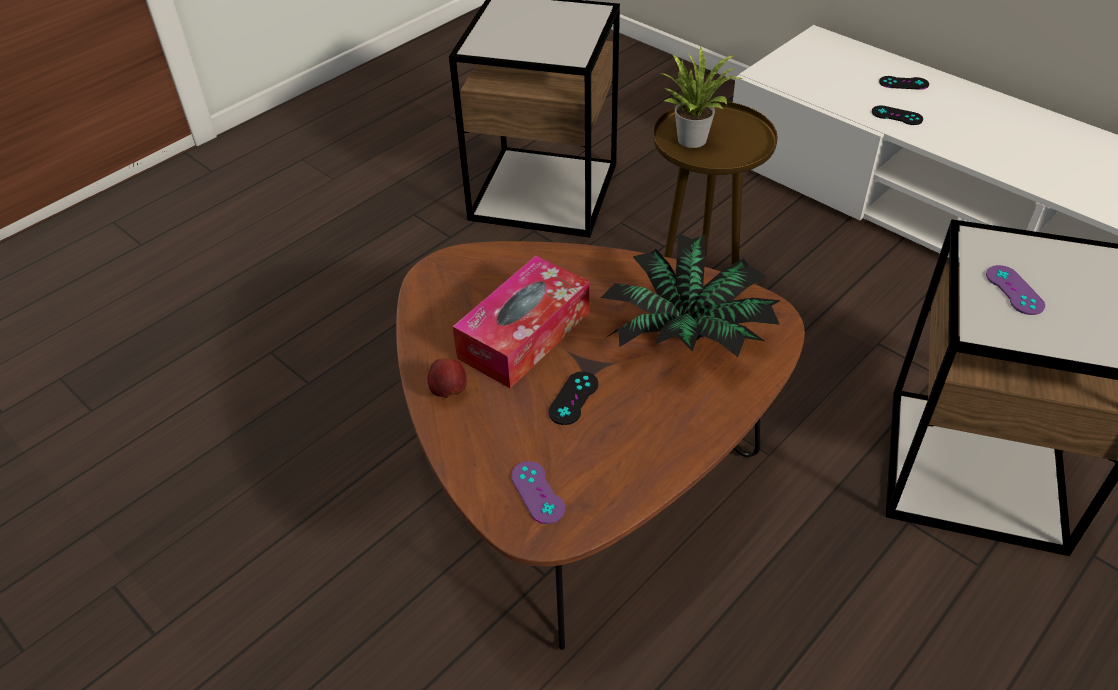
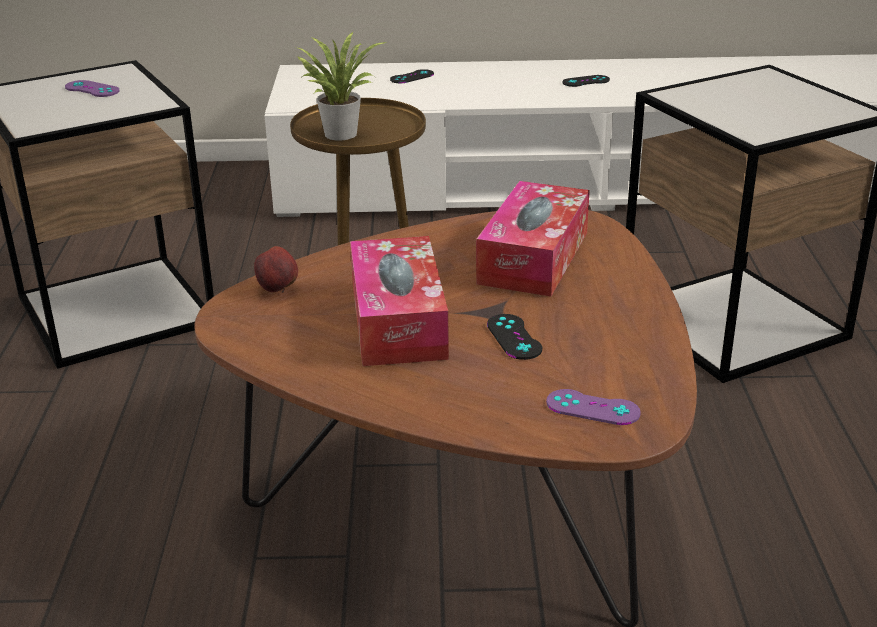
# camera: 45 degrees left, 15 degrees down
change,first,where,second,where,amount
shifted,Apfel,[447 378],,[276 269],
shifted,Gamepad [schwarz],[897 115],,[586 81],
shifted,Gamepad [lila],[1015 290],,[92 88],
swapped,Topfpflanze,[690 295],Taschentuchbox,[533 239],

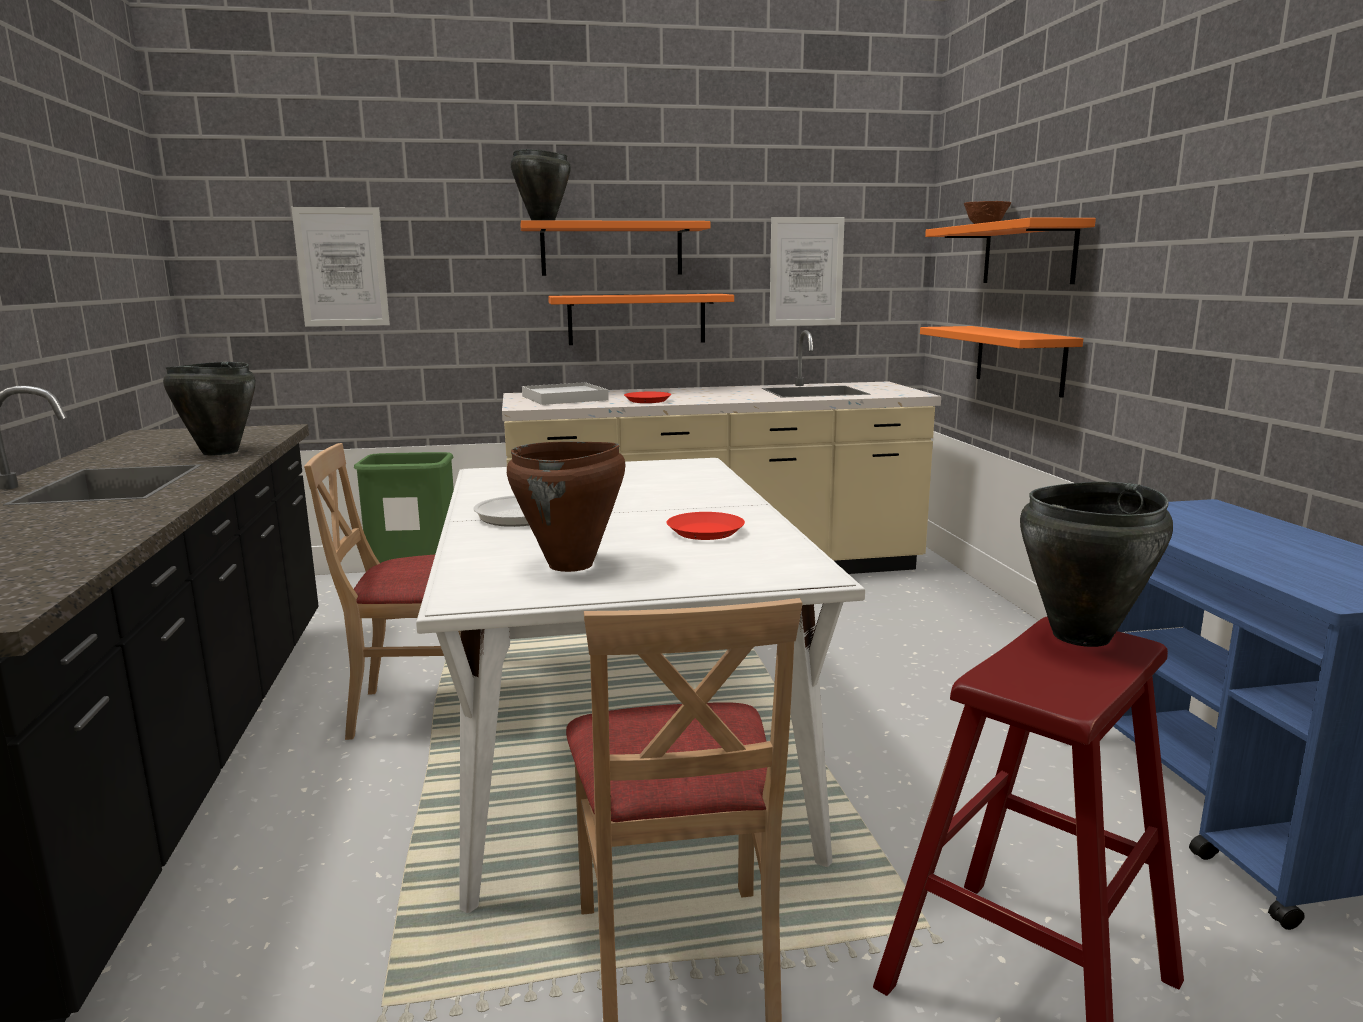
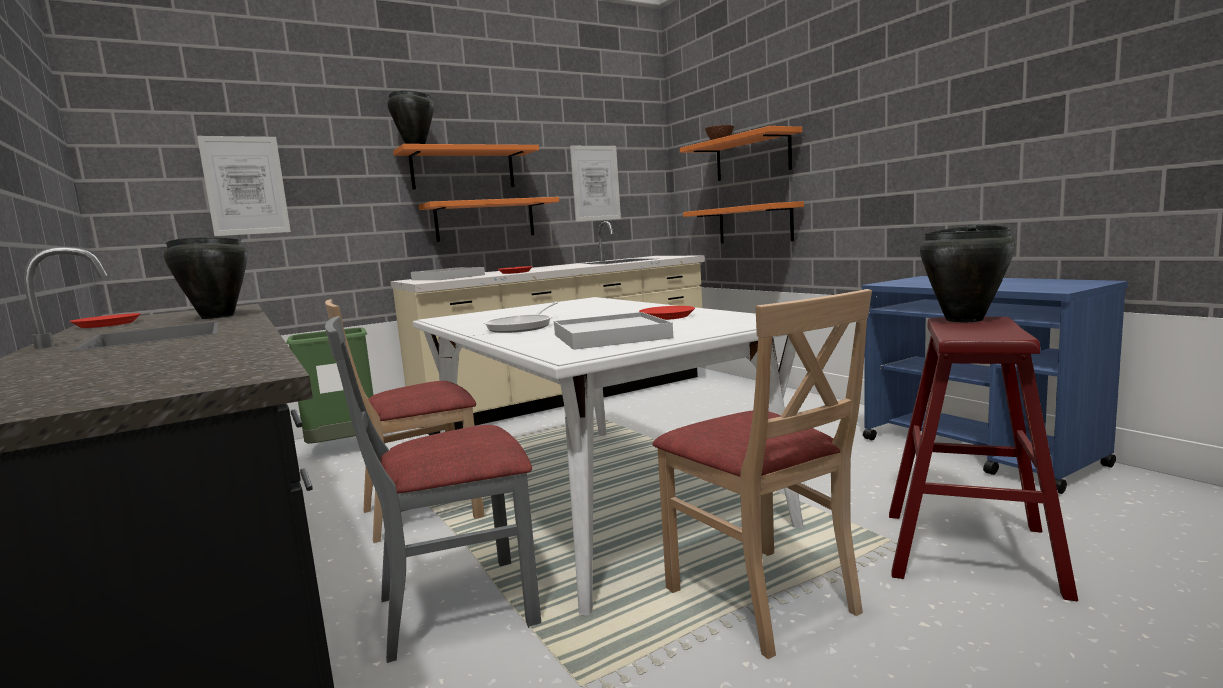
# camera: 20 degrees left, 5 degrees down
change,first,where,second,where,amount
new,,,Teller [rot],[105 320],
new,,,Stuhl [grau],[433 489],
swapped,Kochtopf [braun],[566 506],Tablett [weiß],[613 331],

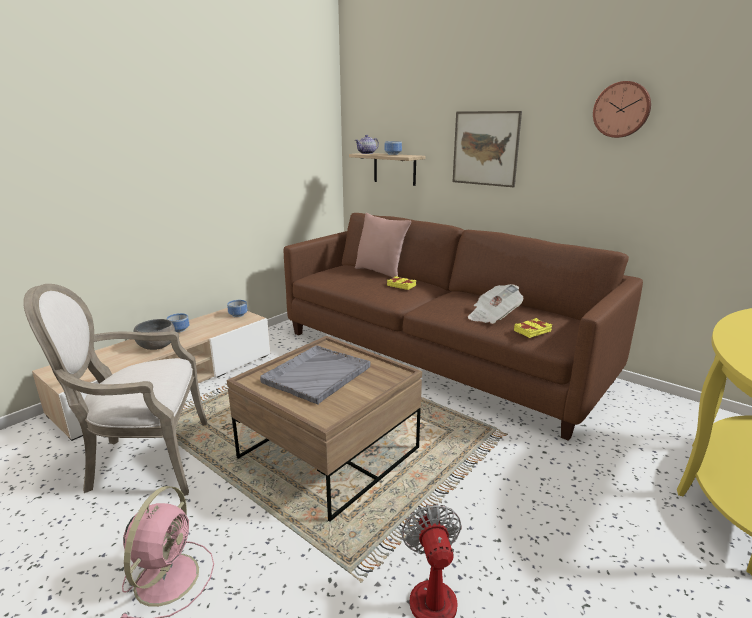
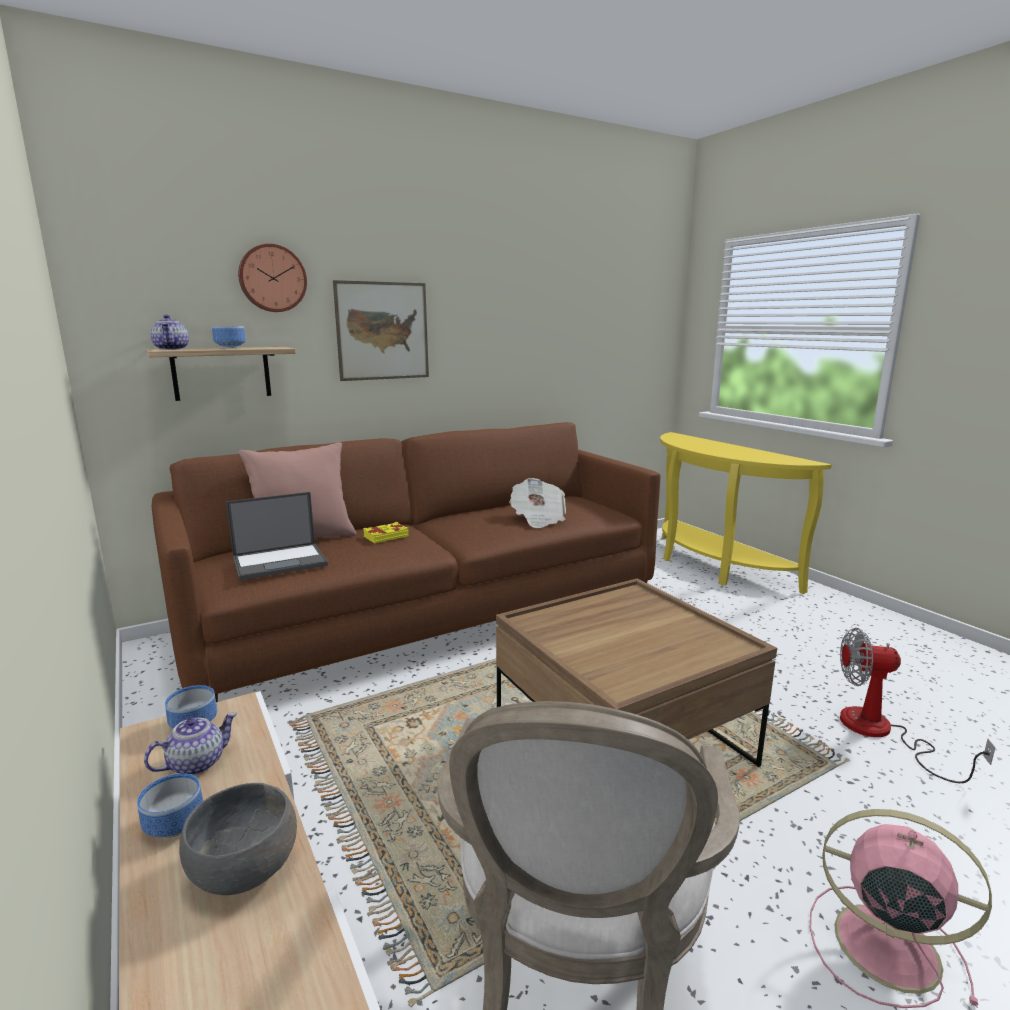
# camera: 70 degrees left, 5 degrees down
change,first,where,second,where,amount
gone,Tablett [grau],[315 374],,,
gone,Buch [gelb],[533 328],,,
new,,,Teekanne,[190 744],
new,,,Laptop,[277 536],
shifted,Wanduhr,[622 109],,[272 277],

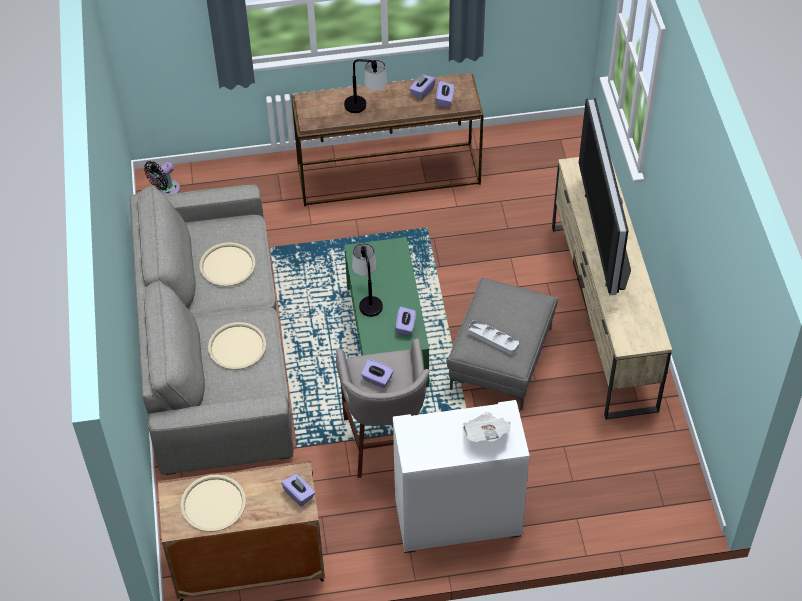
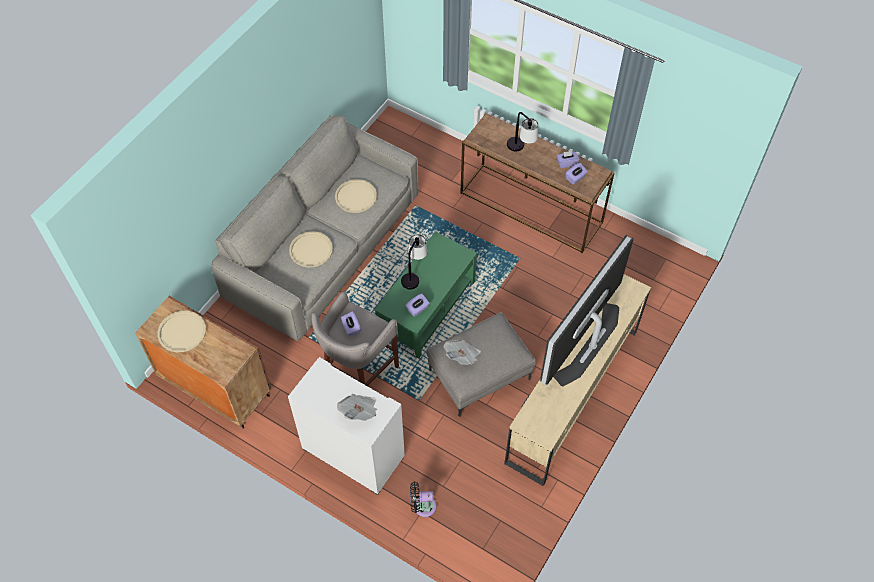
# camera: 40 degrees right, 5 degrees up
change,first,where,second,where,amount
gone,Taschentuchbox [lila],[298 490],,,
shifted,Ventilator [schwarz],[162 178],,[423 499],
swapped,Tablett [grau],[493 337],Zeitung,[462 352],

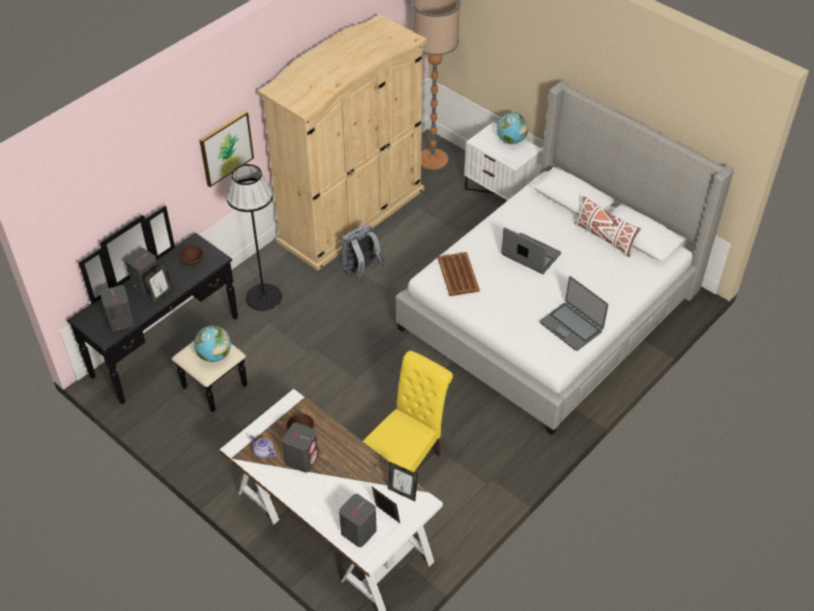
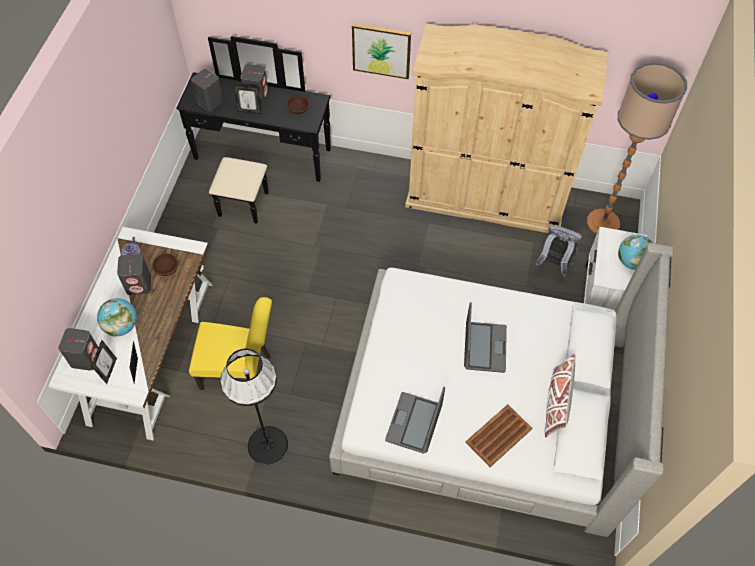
# camera: 60 degrees right, 10 degrees up
change,first,where,second,where,amount
shifted,Globus,[212 344],,[117 317],
shifted,Stehlampe [schwarz],[254 237],,[254 407],
shifted,Rucksack [grau],[363 251],,[558 251],
shifted,Tablett [braun],[459 274],,[498 436],

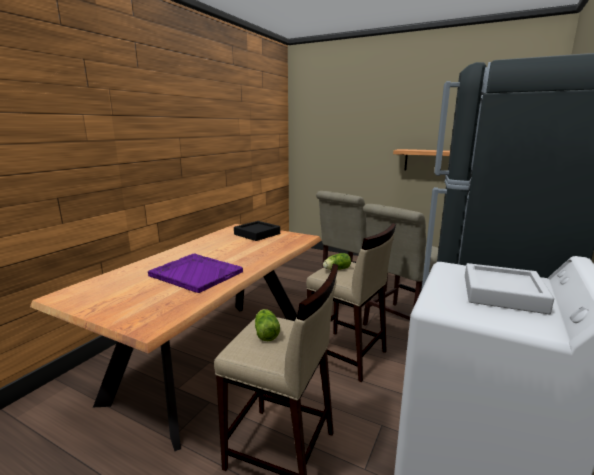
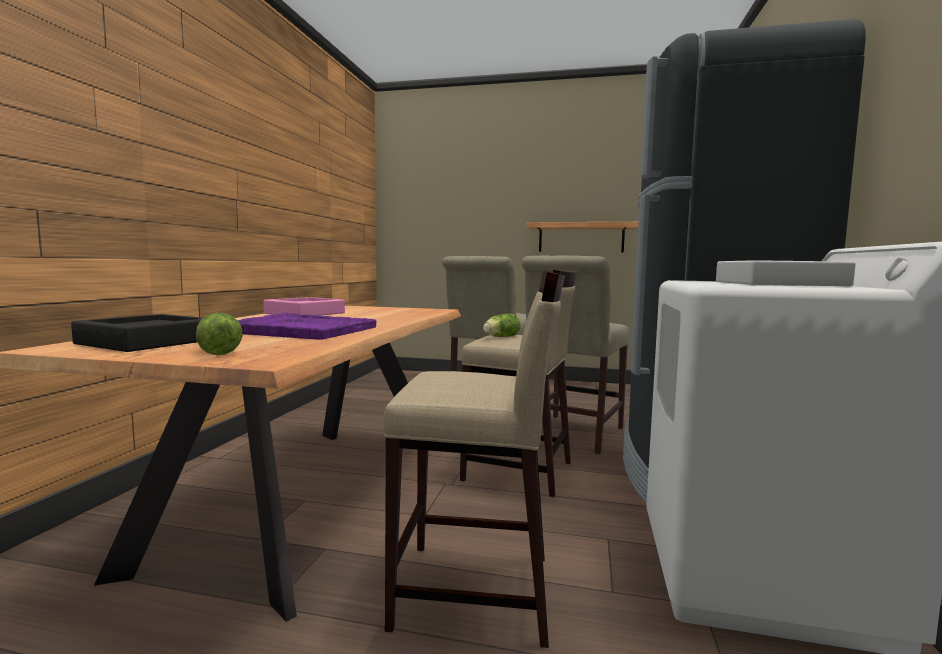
# camera: 15 degrees left, 10 degrees down
change,first,where,second,where,amount
new,,,Tablett [rosa],[304 306],
shifted,Tablett [schwarz],[257 231],,[137 333],
shifted,Salatkopf,[267 325],,[219 334],

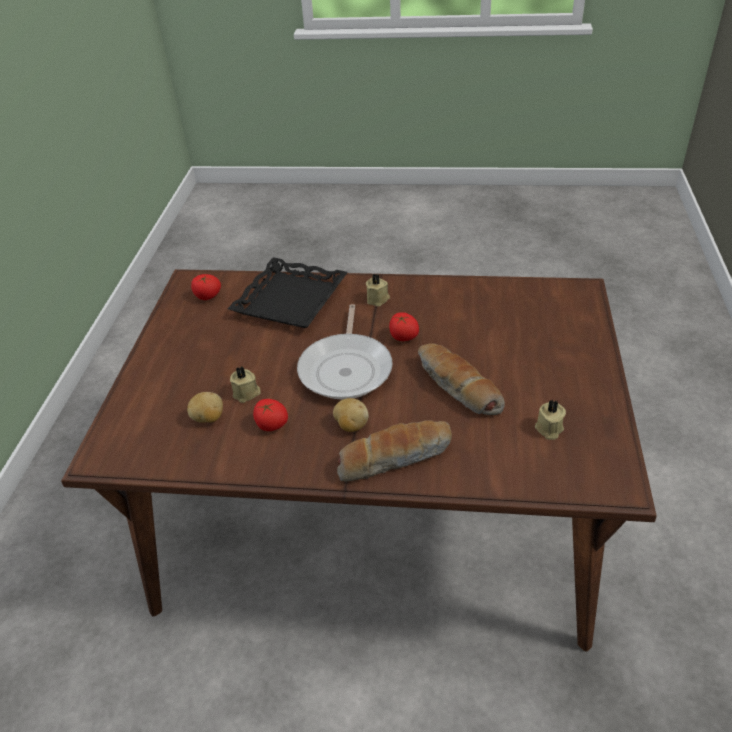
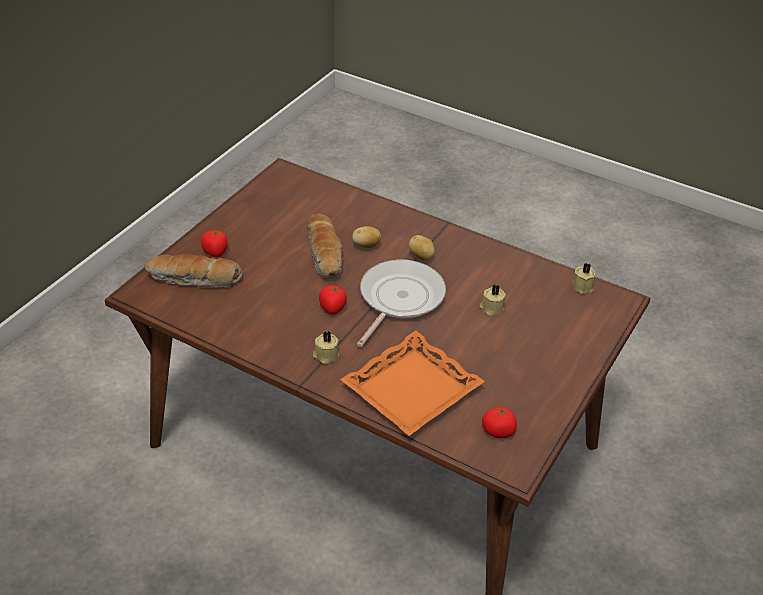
# camera: 160 degrees left, 0 degrees up
change,first,where,second,where,amount
shifted,Kartoffel,[205 407],,[366 237],
shifted,Tomate,[270 415],,[214 243],
shifted,Brot,[394 451],,[193 270],
shifted,Kerze [beige],[550 420],,[583 278],
repainted,Tablett [schwarz],[288 292],Tablett [orange],[412 383],

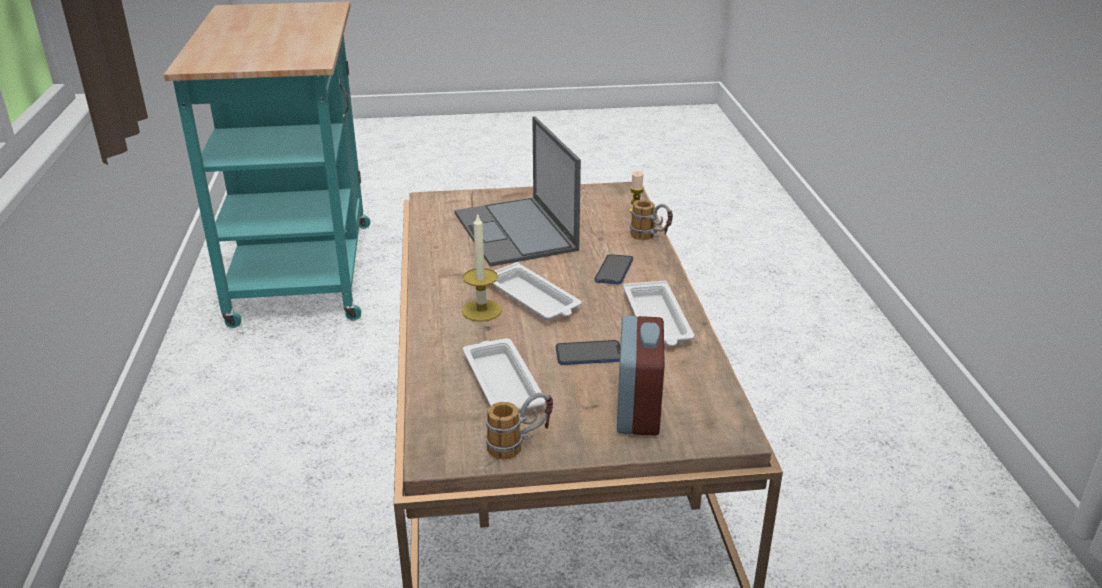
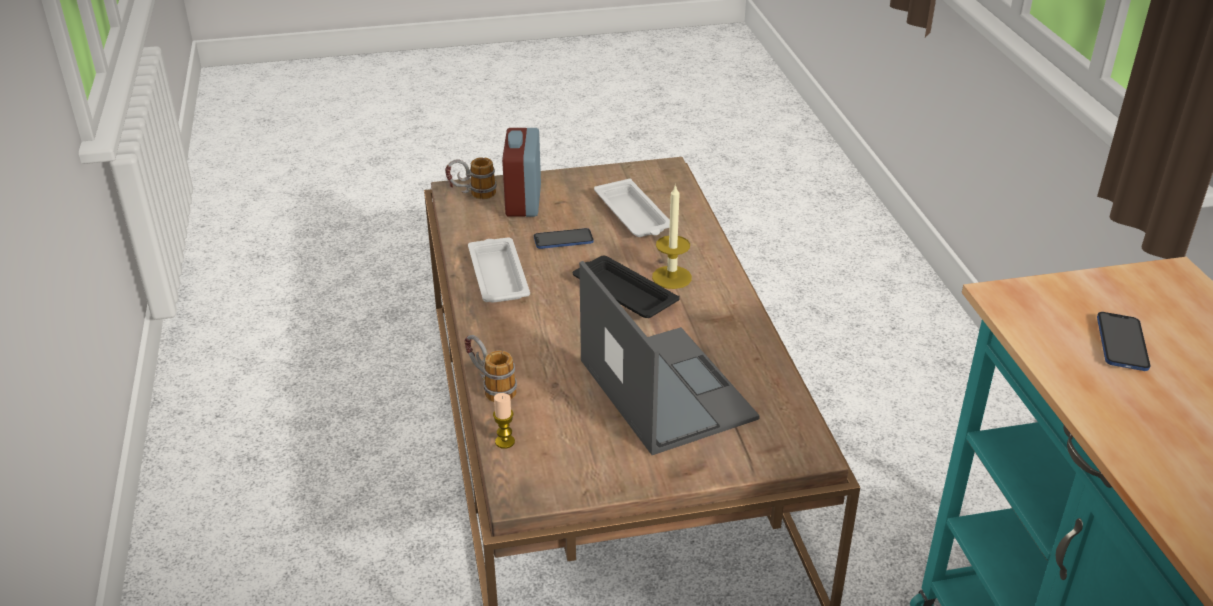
# camera: 175 degrees right, 5 degrees up
change,first,where,second,where,amount
shifted,Henkelbecher,[519 426],,[470 178],
shifted,Handy,[614 269],,[1124 341],
repainted,Tablett [weiß],[537 291],Tablett [schwarz],[626 287],

